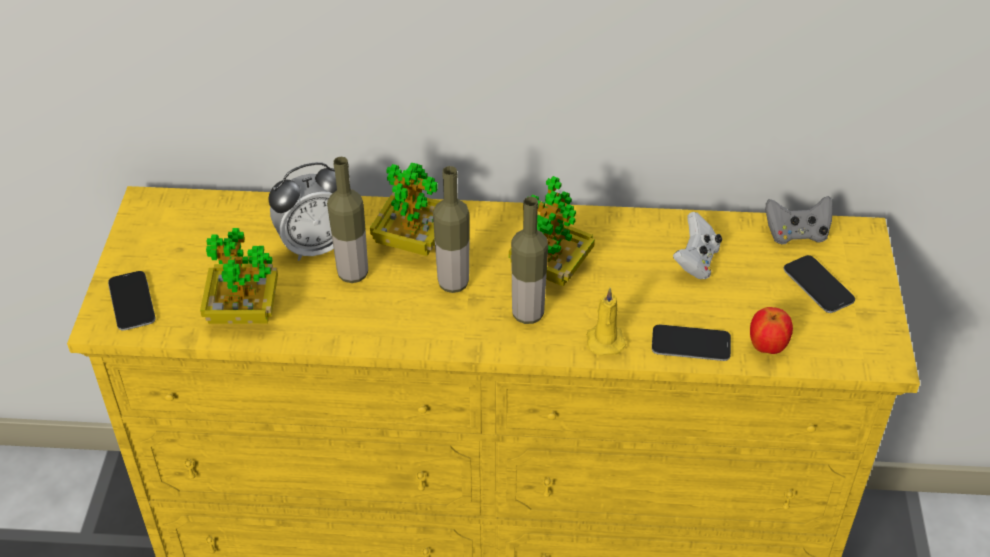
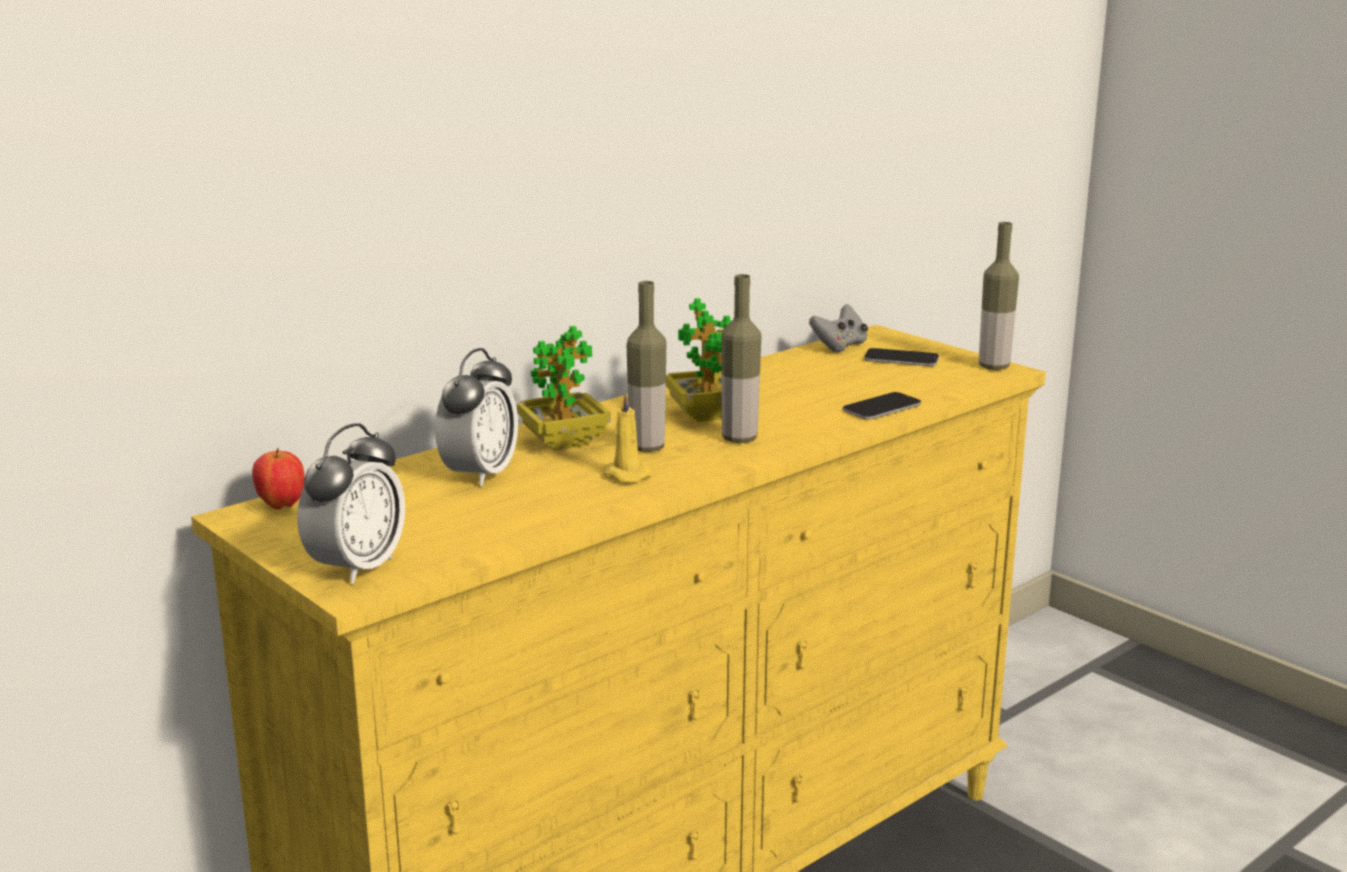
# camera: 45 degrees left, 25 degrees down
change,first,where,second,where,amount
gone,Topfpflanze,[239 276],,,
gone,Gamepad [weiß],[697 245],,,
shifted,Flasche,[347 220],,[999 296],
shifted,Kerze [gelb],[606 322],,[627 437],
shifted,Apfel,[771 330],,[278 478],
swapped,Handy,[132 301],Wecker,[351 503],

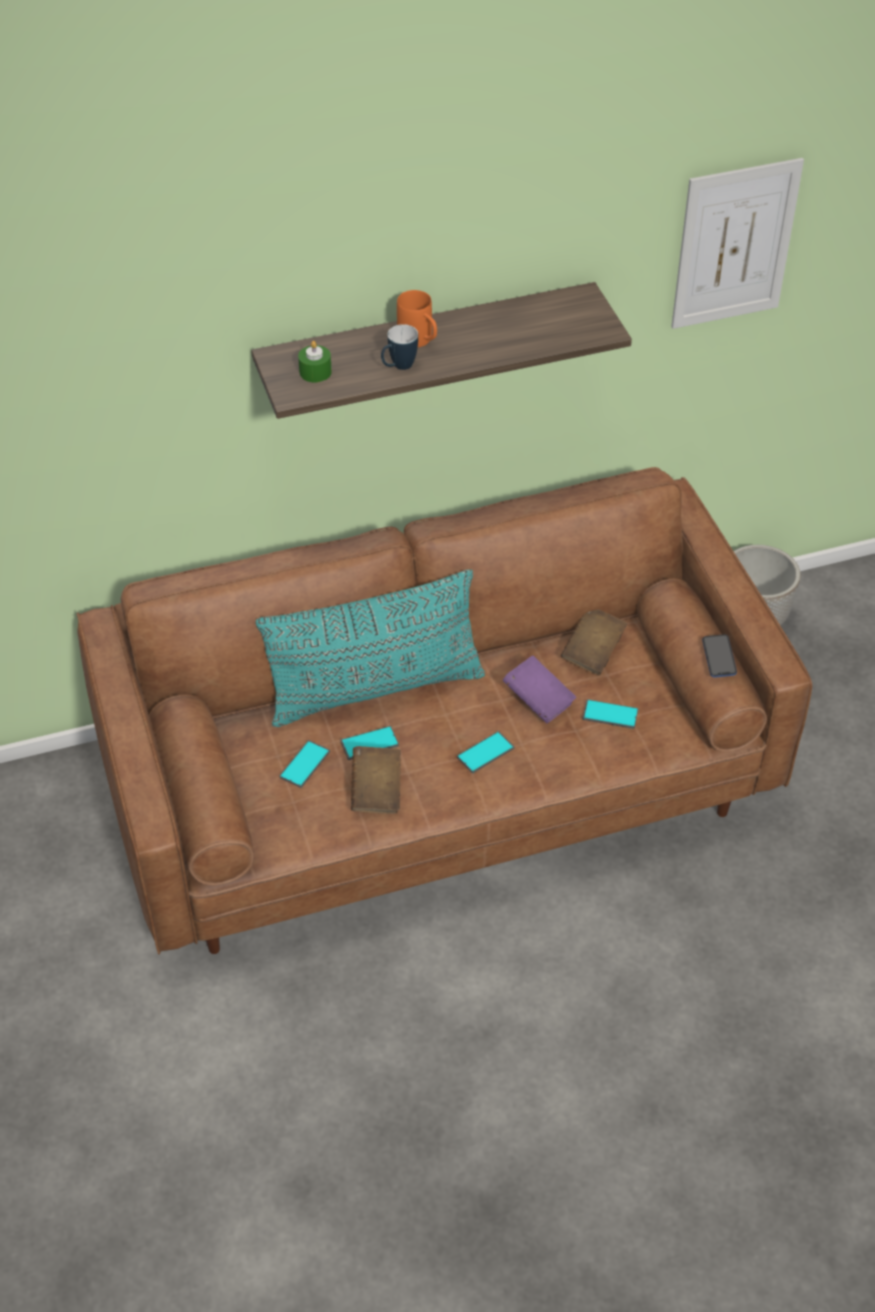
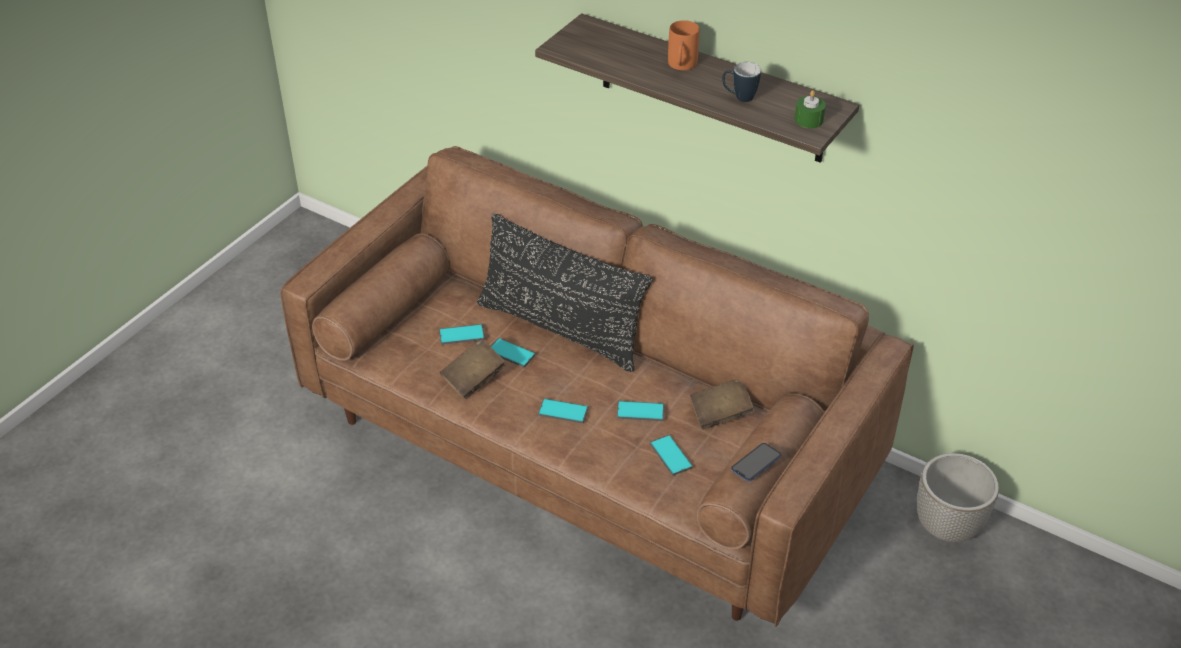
# camera: 50 degrees right, 5 degrees down
change,first,where,second,where,amount
gone,Bild,[737 243],,,
shifted,Kerze [grün],[315 361],,[810 109],
shifted,Henkelbecher,[399 347],,[741 82],
swapped,Buch [lila],[539 689],Handy,[641 411],
repainted,Kissen [türkis],[370 648],Kissen [schwarz],[565 292],

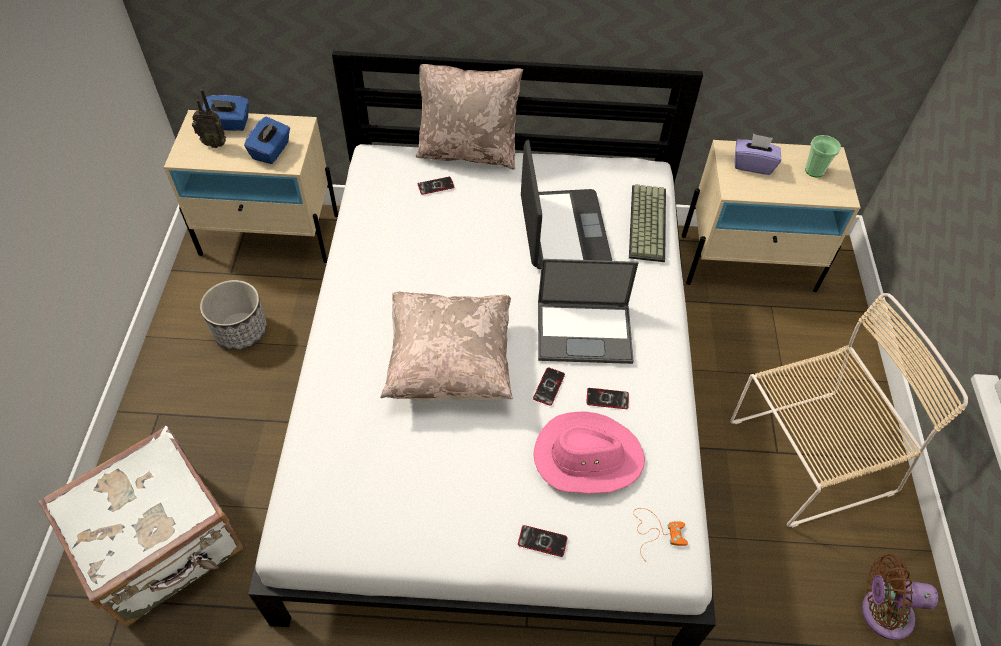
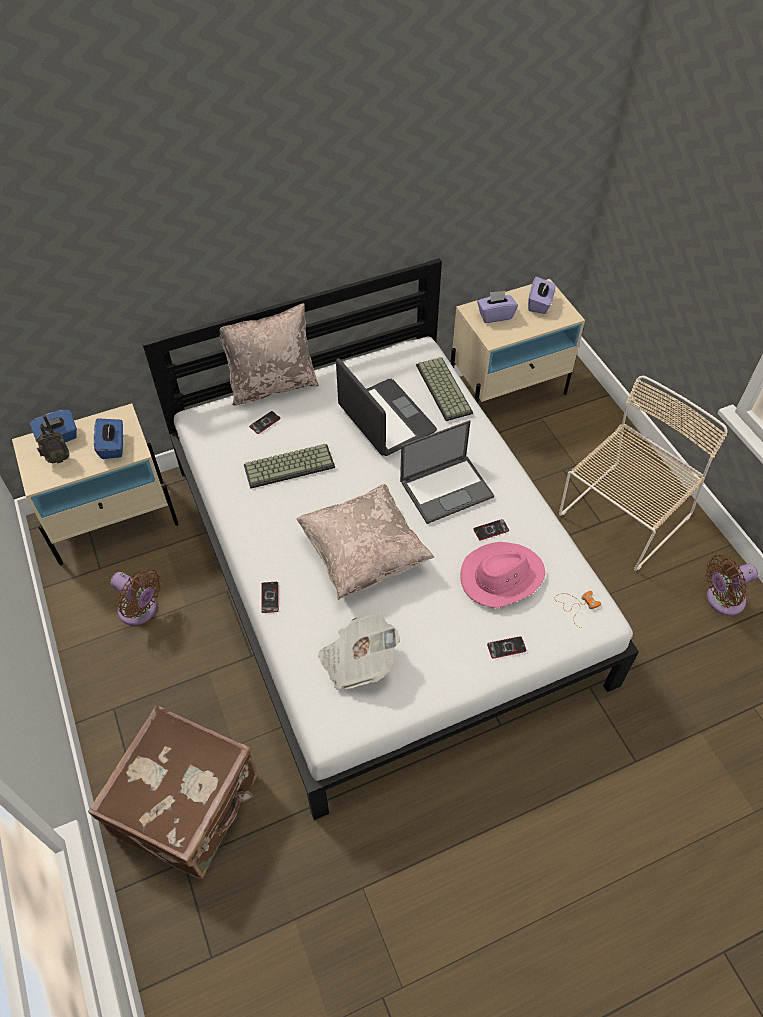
# camera: 25 degrees left, 0 degrees up
change,first,where,second,where,amount
new,,,Tastatur,[289 466],
new,,,Zeitung,[359 652],
shifted,Handy,[549 386],,[270 597],
swapped,Pflanzkübel,[233 315],Ventilator [braun],[135 596],
swapped,Tasse,[823 156],Taschentuchbox [lila],[542 295],
repainted,Koffer [weiß],[141 526],Koffer [braun],[173 792],

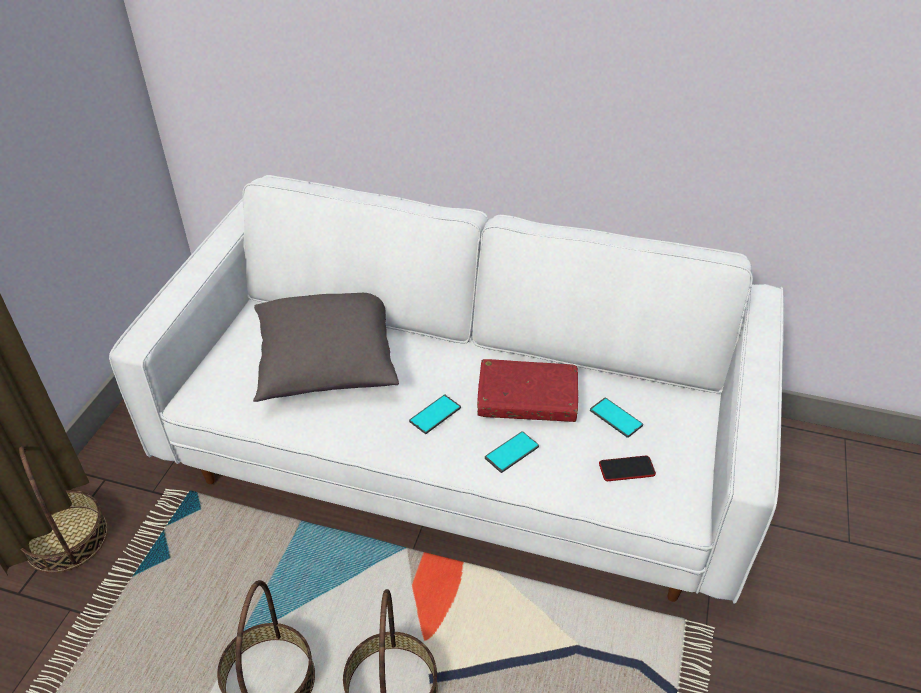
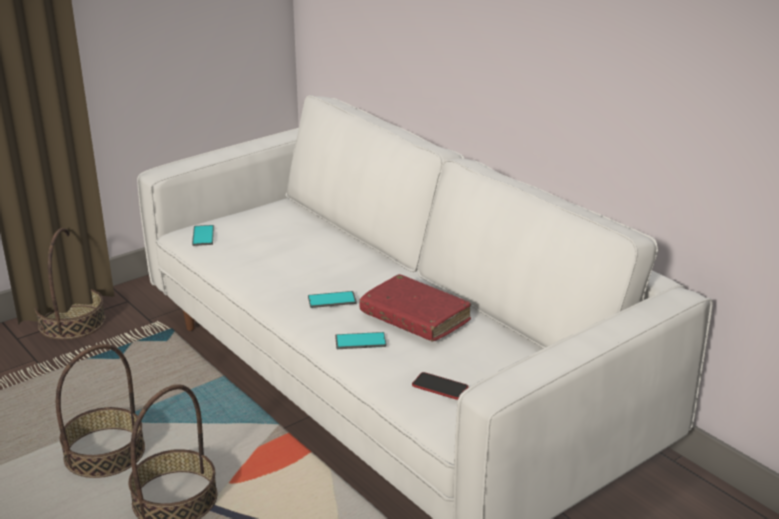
# camera: 35 degrees right, 15 degrees down
change,first,where,second,where,amount
gone,Kissen [grau],[326 347],,,
shifted,Handy,[616 418],,[203 235],

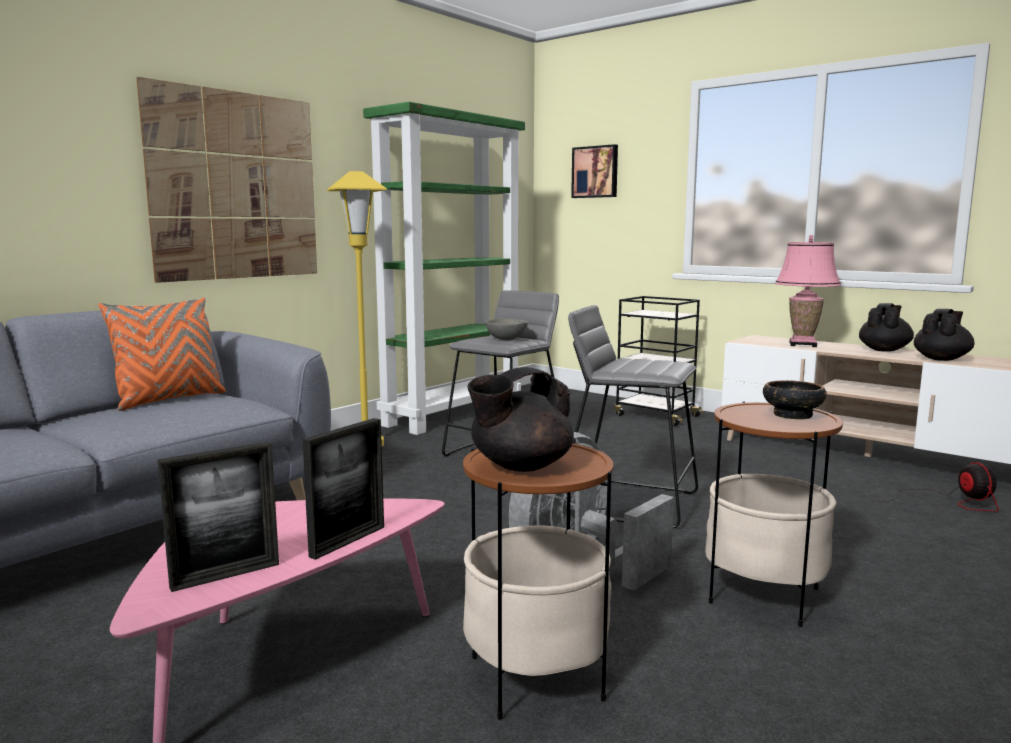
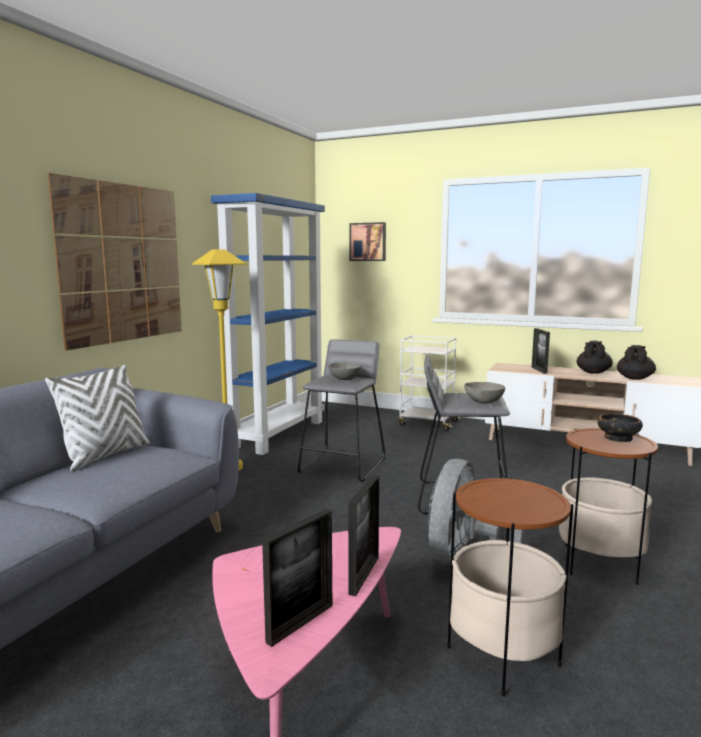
# camera: 15 degrees left, 0 degrees up
change,first,where,second,where,amount
gone,Teekanne [schwarz],[521 419],,,
gone,Ventilator,[939 486],,,
new,,,Schüssel [grau],[484 392],
swapped,Tischlampe [rosa],[808 291],Bilderrahmen,[541 351],
repainted,Kissen [orange],[162 354],Kissen [weiß],[97 418],
repainted,Bücherregal [grün],[444 268],Bücherregal [blau],[268 324],
repainted,Rollwagen [schwarz],[659 361],Rollwagen [weiß],[429 383],

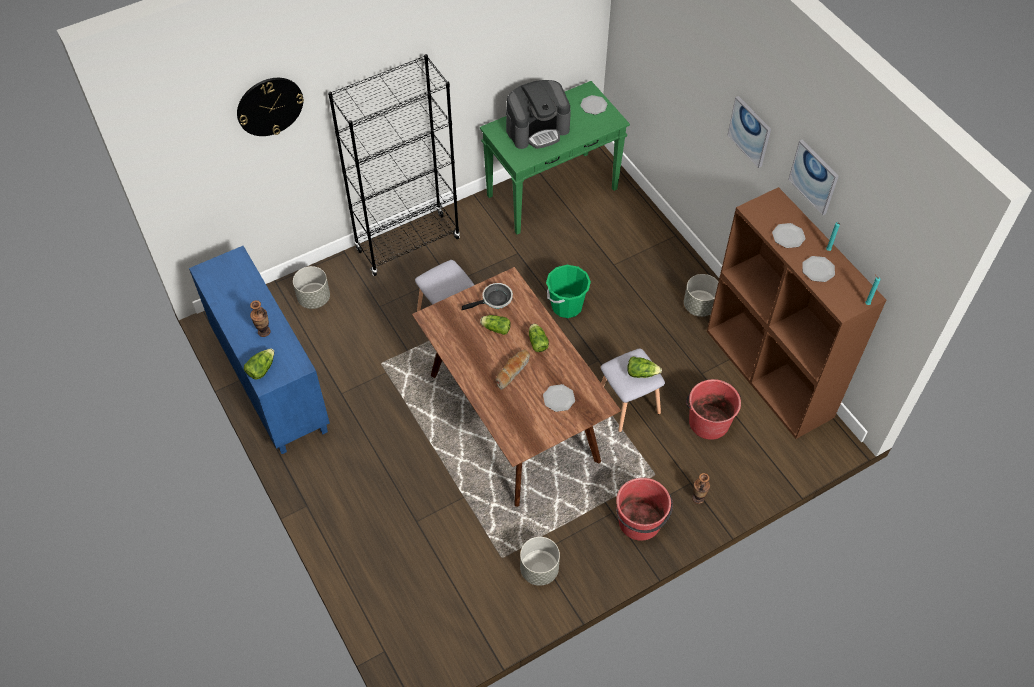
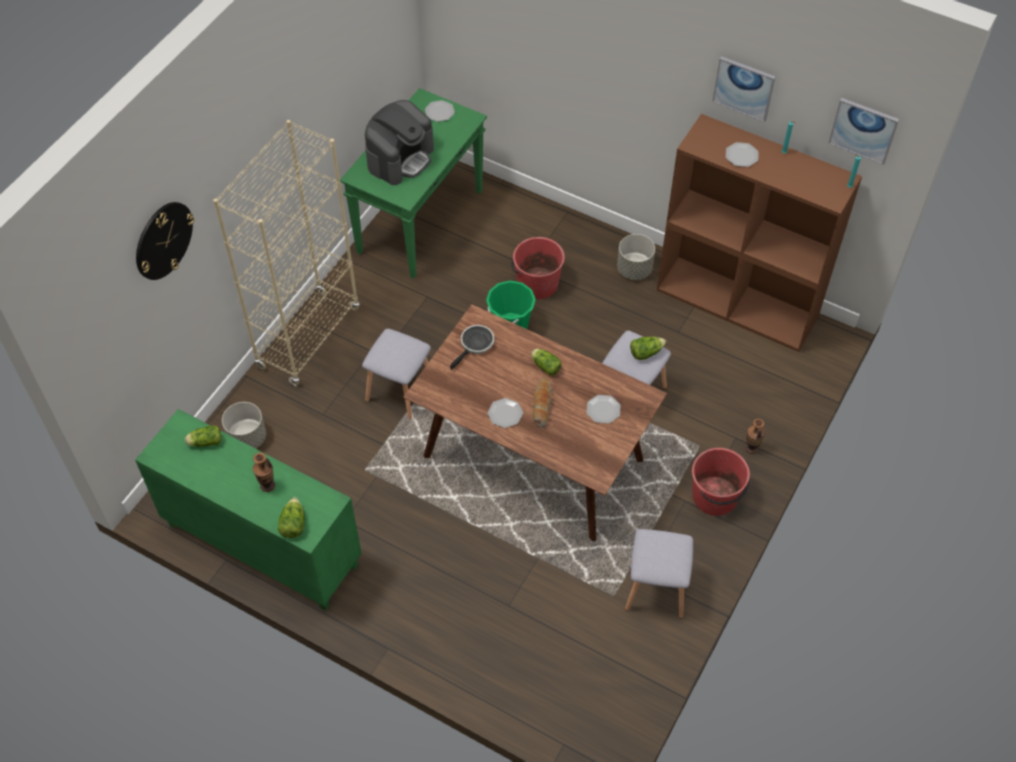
# camera: 30 degrees left, 0 degrees up
change,first,where,second,where,amount
shifted,Salatkopf,[495 325],,[203 436],
shifted,Eimer [rot],[713 409],,[538 268],
shifted,Bild,[749 132],,[863 131],
shifted,Teller,[819 269],,[505 413],
swapped,Pflanzkübel [grau],[540 561],Hocker [grau],[659 573],
repainted,Schrank [blau],[259 350],Schrank [grün],[248 510],
repainted,Bücherregal [schwarz],[394 165],Bücherregal [beige],[286 253],

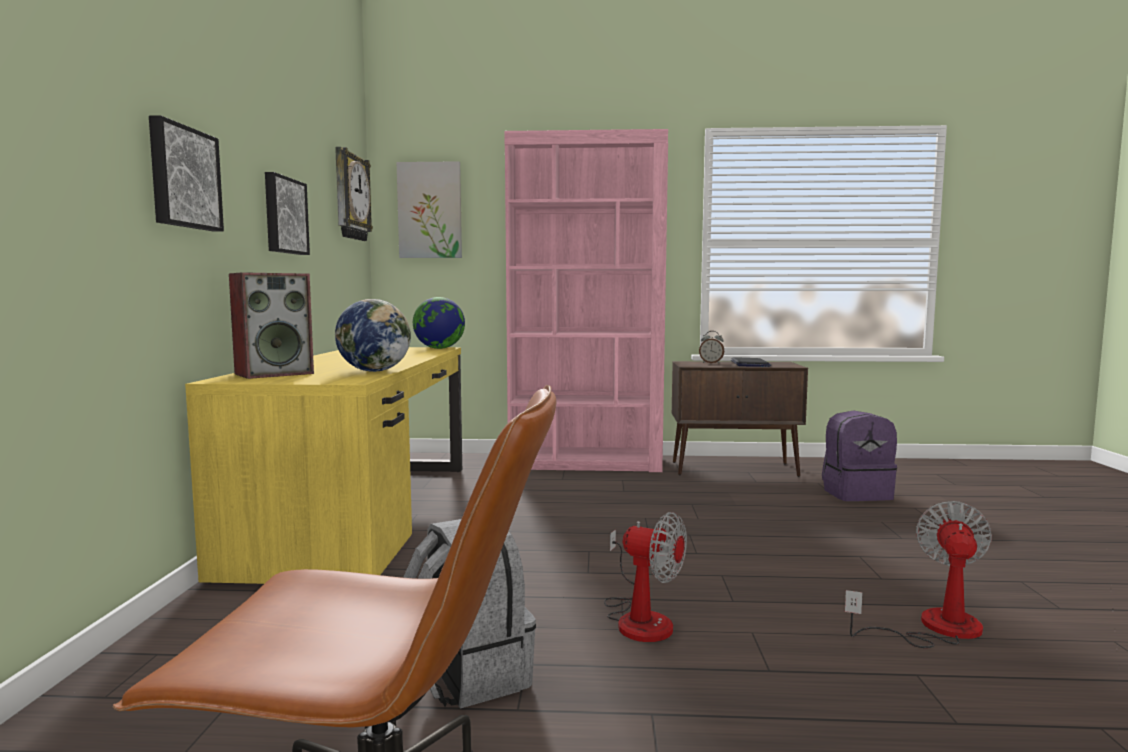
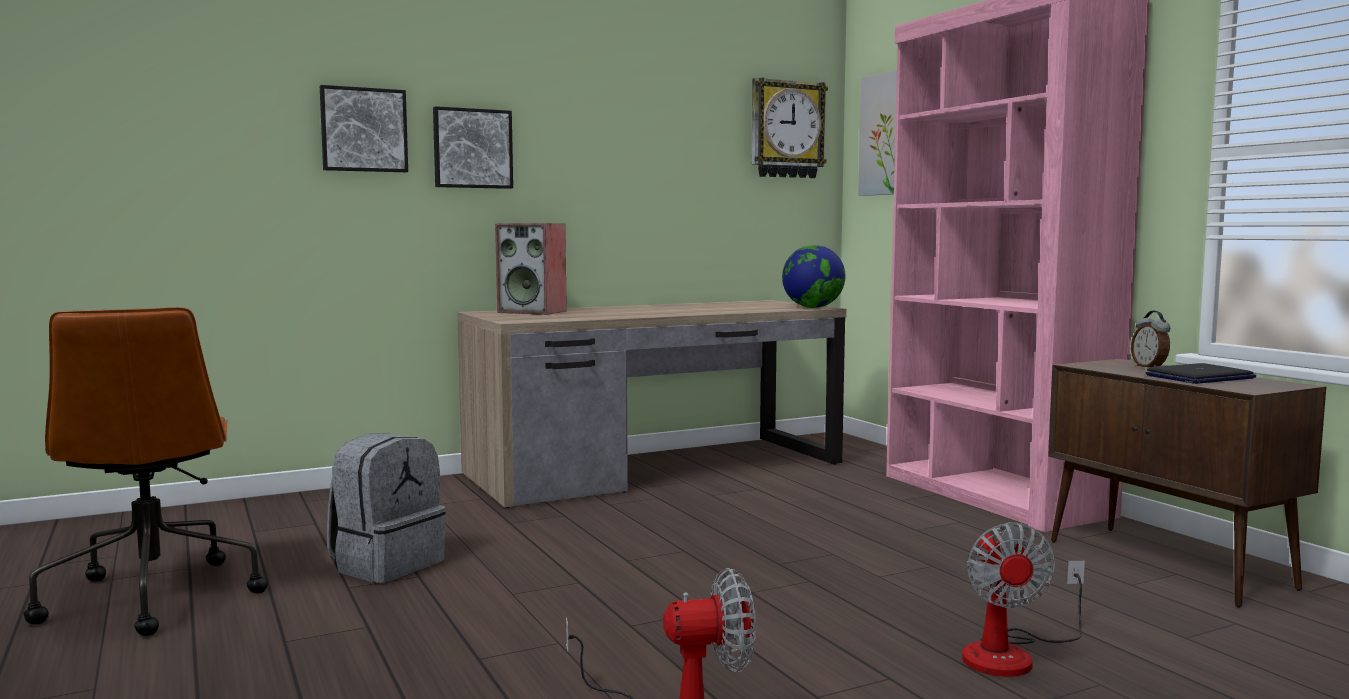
# camera: 60 degrees right, 0 degrees up
change,first,where,second,where,amount
gone,Globus,[373 335],,,
gone,Rucksack [lila],[859 455],,,
shifted,Bild,[287 213],,[364 128],
shifted,Ventilator,[645 577],,[1023 599],
repainted,Schreibtisch [gelb],[323 465],Schreibtisch [braun],[652 404],

